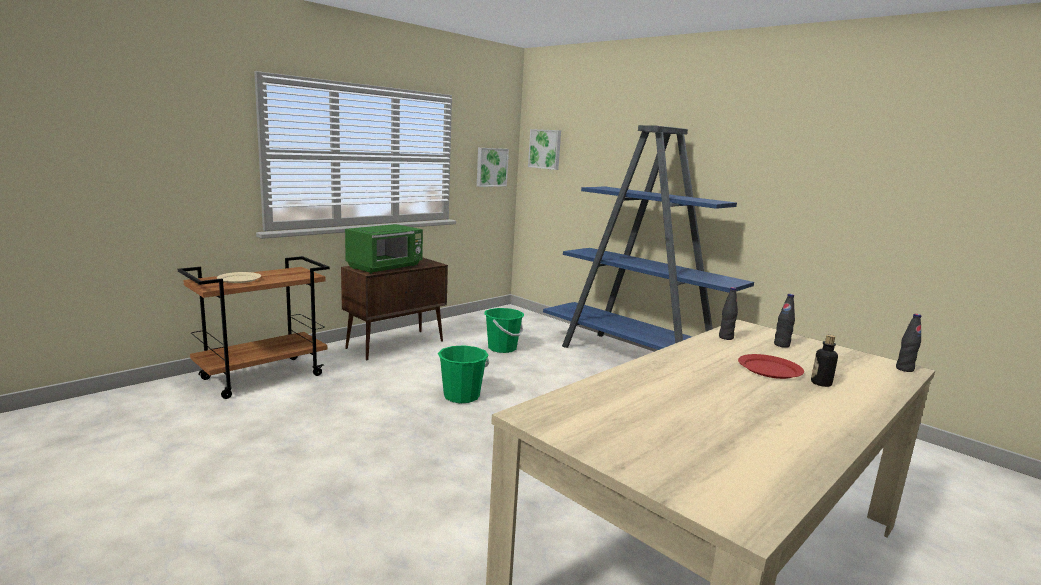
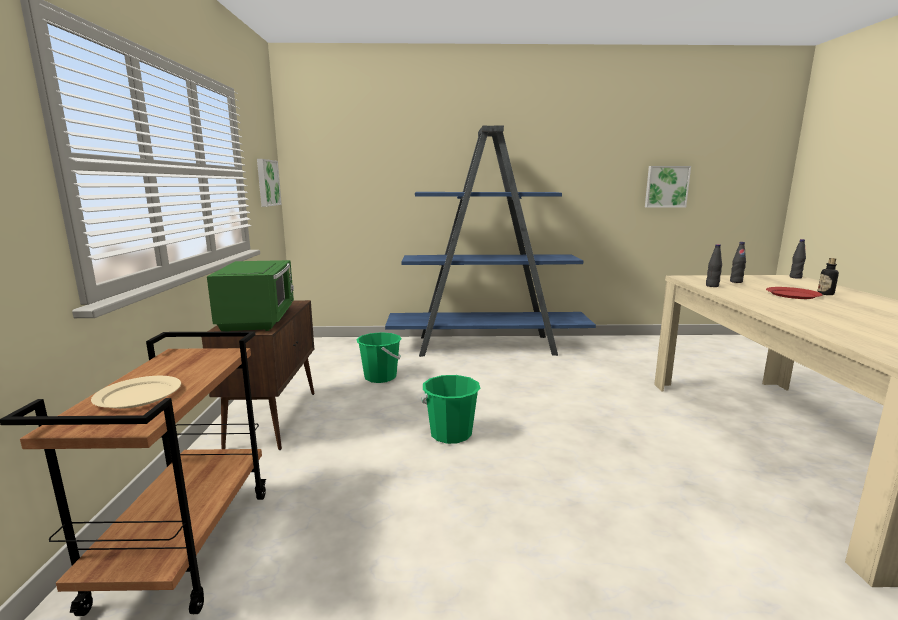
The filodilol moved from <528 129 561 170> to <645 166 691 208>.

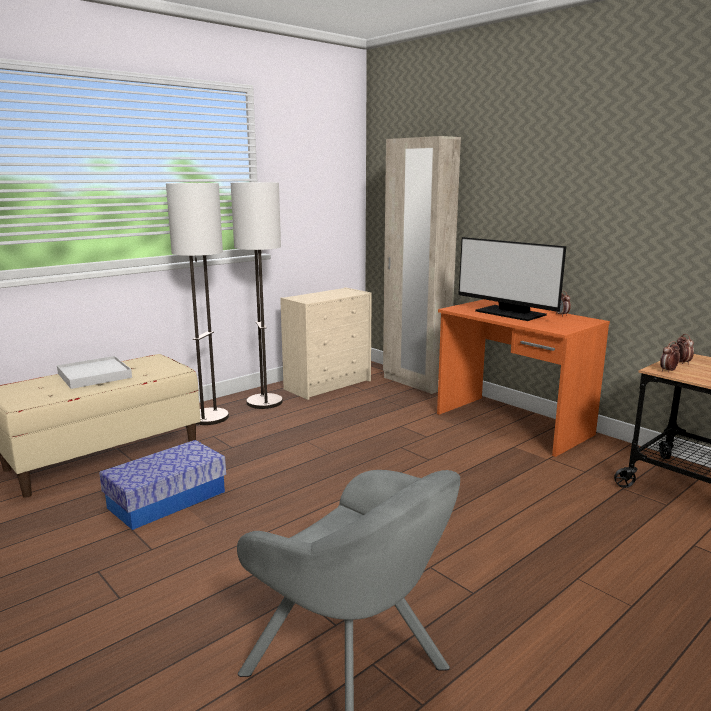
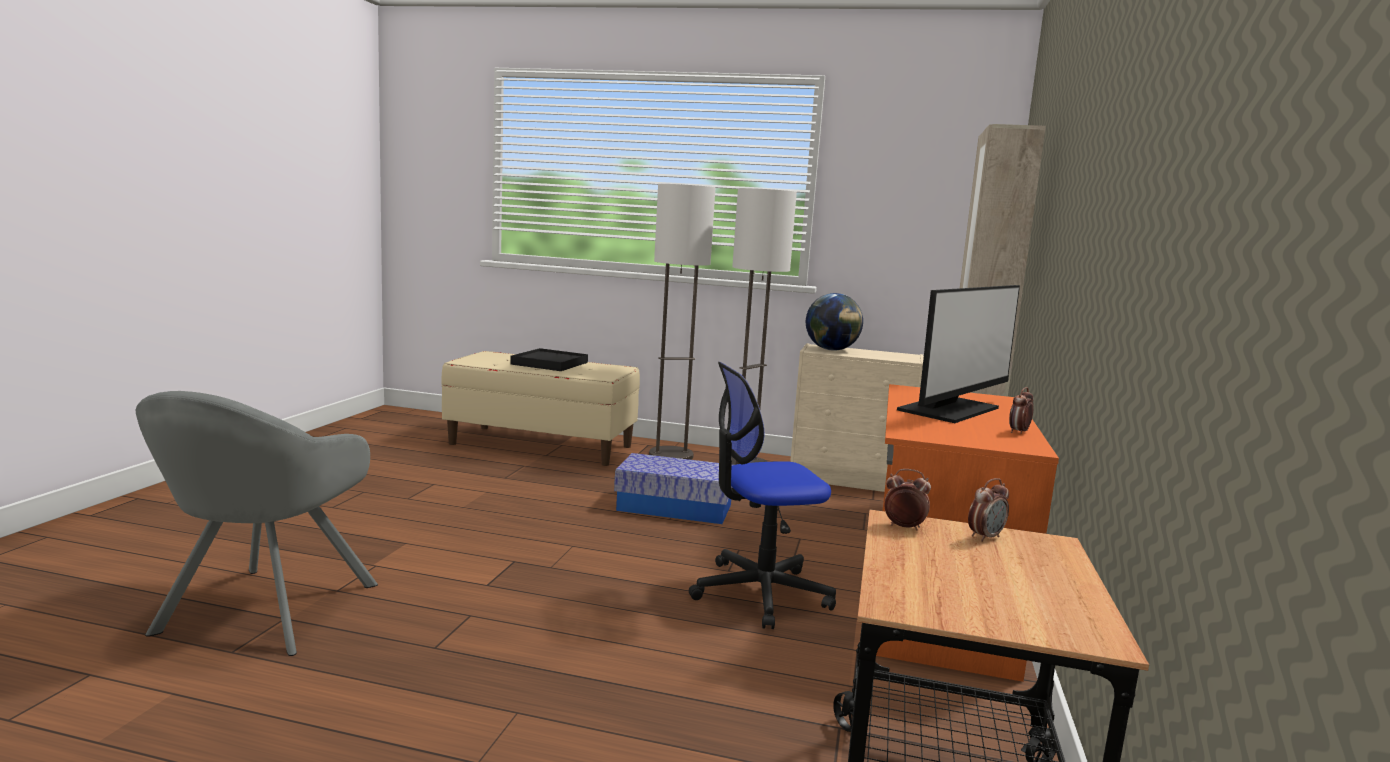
The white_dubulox at <57 356 132 389> became the black_dubulox at <510 348 588 371>.
The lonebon moved from <99 440 226 530> to <614 453 733 524>.
The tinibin at <688 362 836 629> appeared.
The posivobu at <806 293 863 351> appeared.
The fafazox at <458 237 566 321> turned 150 degrees counterclockwise.

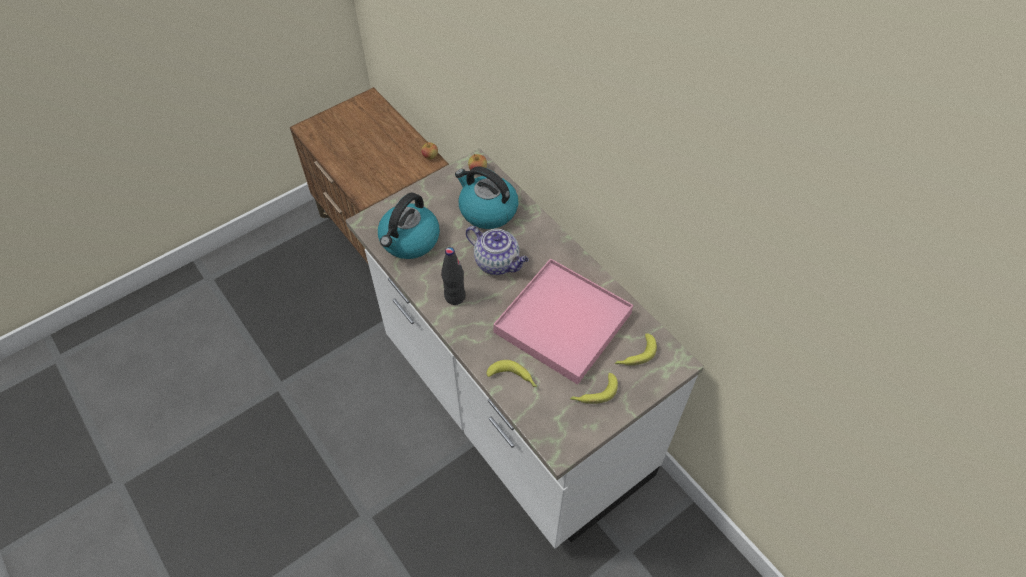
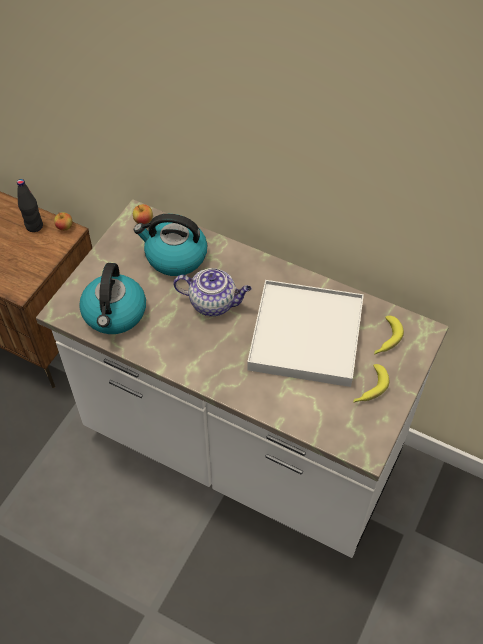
The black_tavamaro moved from <441 247 466 305> to <17 179 43 232>.
The pink_dubulox at <493 258 633 385> became the white_dubulox at <247 280 364 387>.
The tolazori at <487 360 537 387> disappeared.

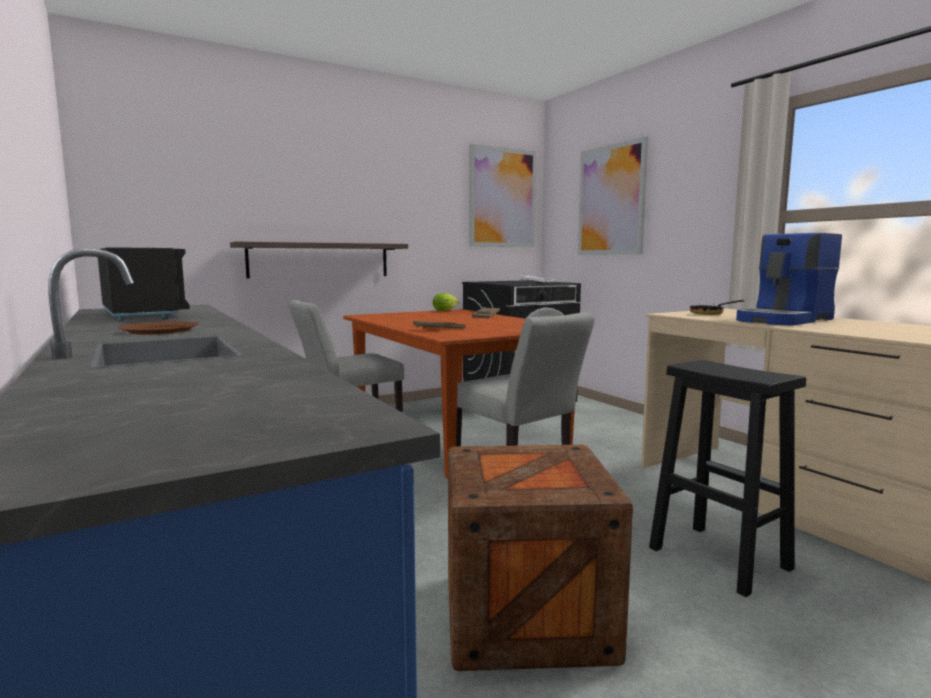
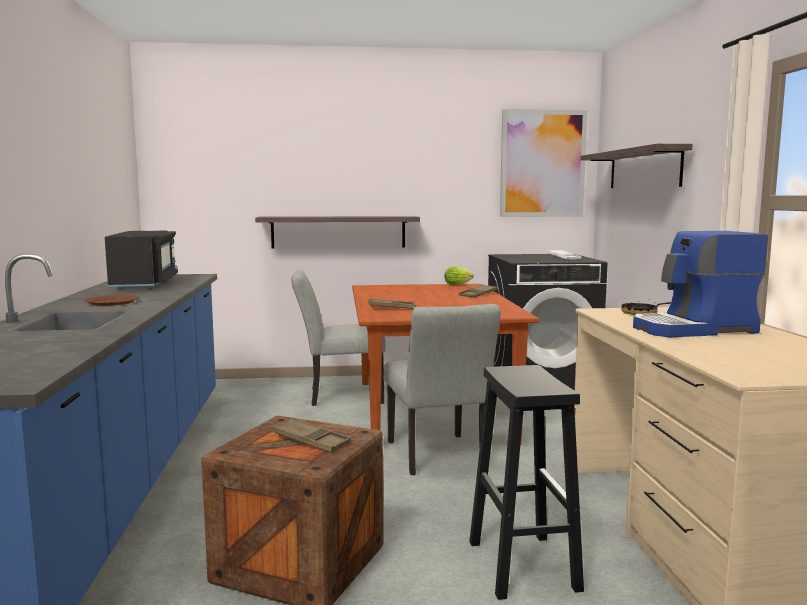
The brown_dubulox at <273 418 351 452> appeared.
The filodilol at <578 137 648 255> was replaced by the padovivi at <581 144 693 188>.

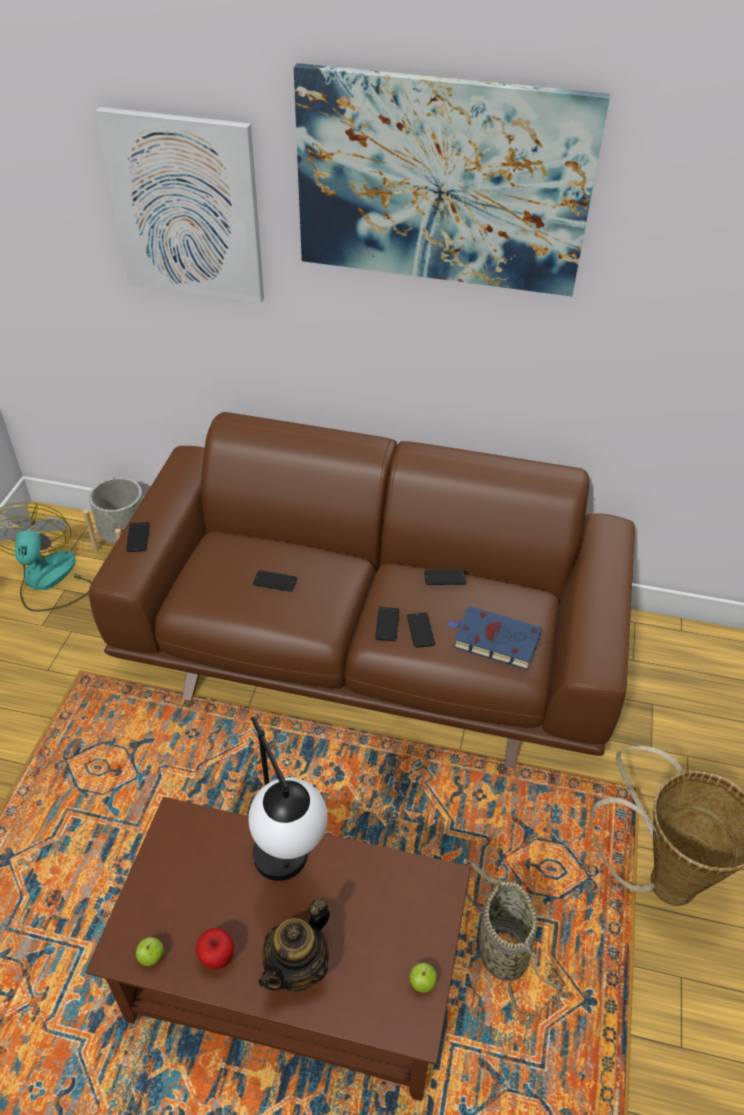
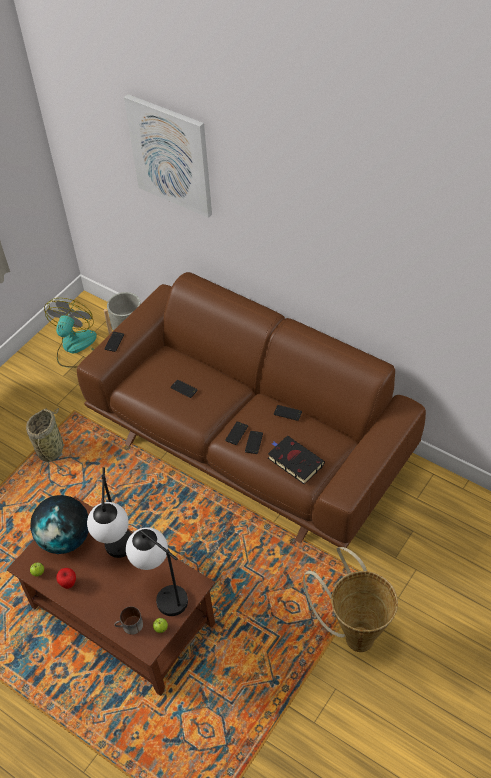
The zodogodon moved from <465 860 565 1017> to <26 408 64 476>.
The posivobu at <30 495 89 554> appeared.
The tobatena at <114 606 143 635> appeared.
The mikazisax at <126 527 188 616> appeared.
The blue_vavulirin at <447 606 541 670> became the black_vavulirin at <268 436 325 484>.
The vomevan at <258 898 330 993> disappeared.
The filodilol at <294 63 610 297> disappeared.

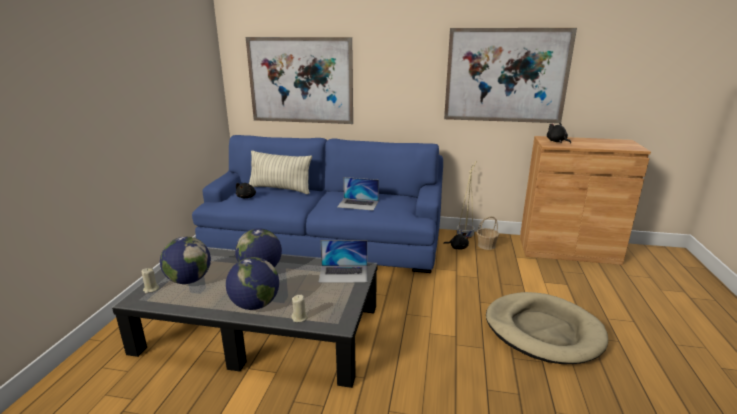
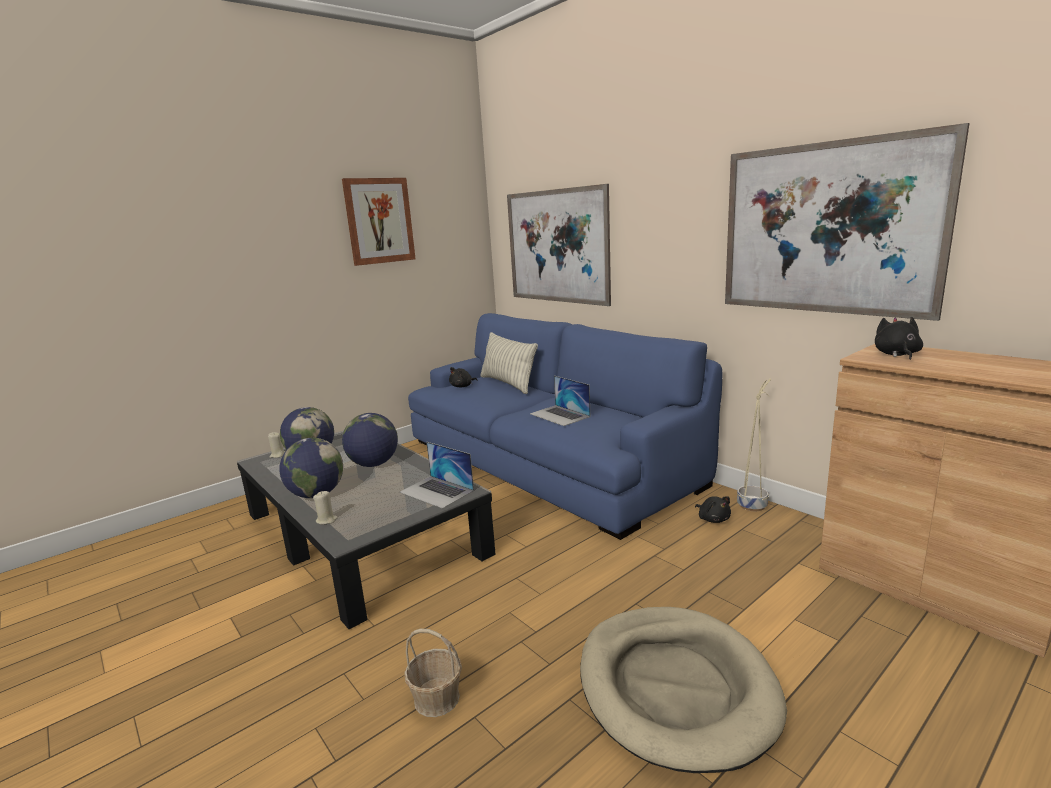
The filodilol at <342 178 416 266> appeared.
The zodogodon moved from <477 216 499 250> to <404 629 462 717>.

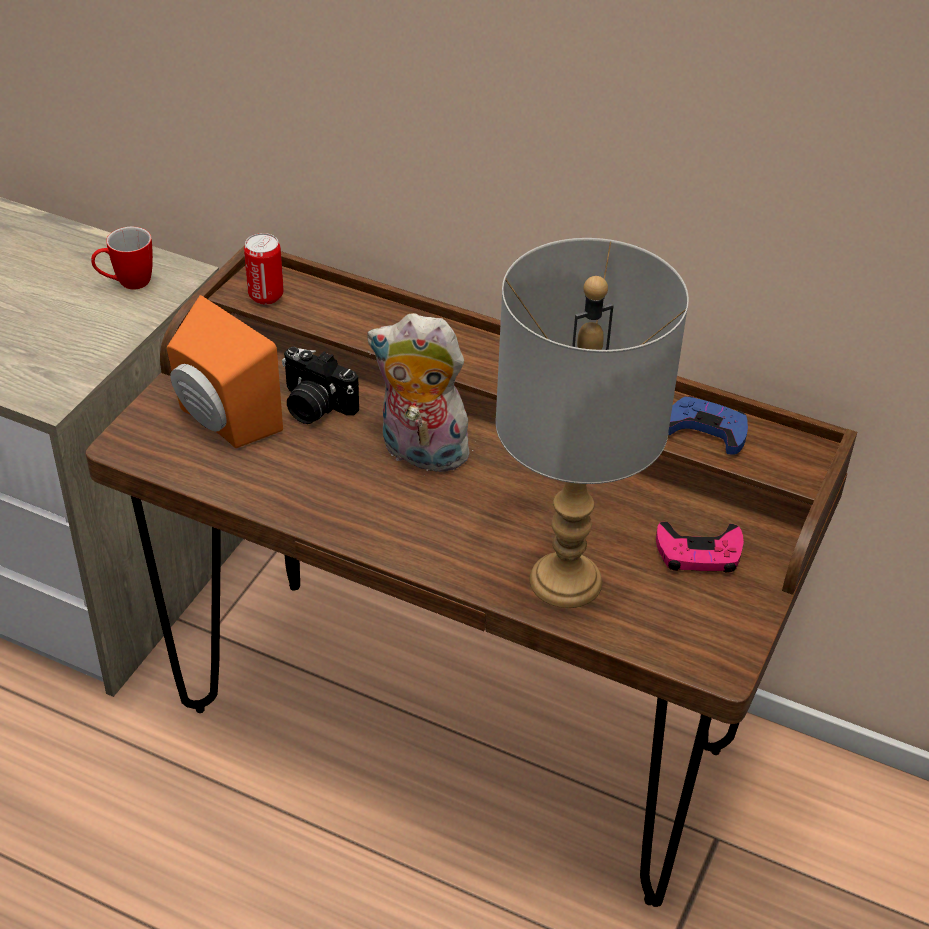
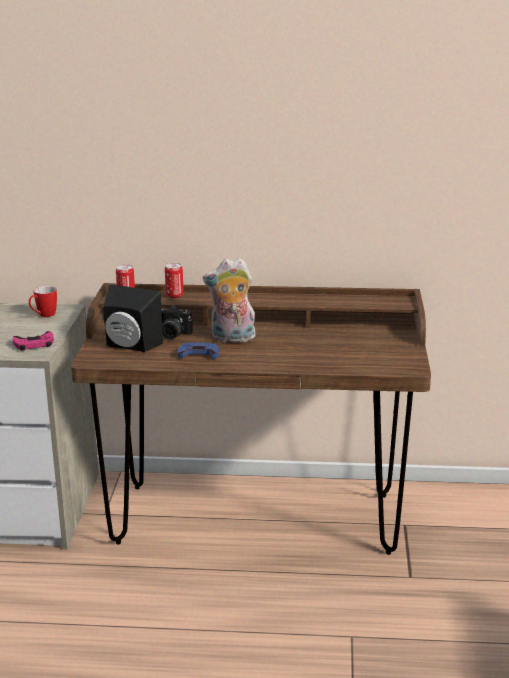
The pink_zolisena moved from <656 522 744 573> to <13 331 54 351>.
The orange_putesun at <167 295 283 448> became the black_putesun at <103 285 163 352>.
The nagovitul at <165 263 184 298> appeared.
The blue_zolisena moved from <668 396 748 455> to <178 343 219 359>.
The grey_mikazisax at <496 238 689 608> disappeared.

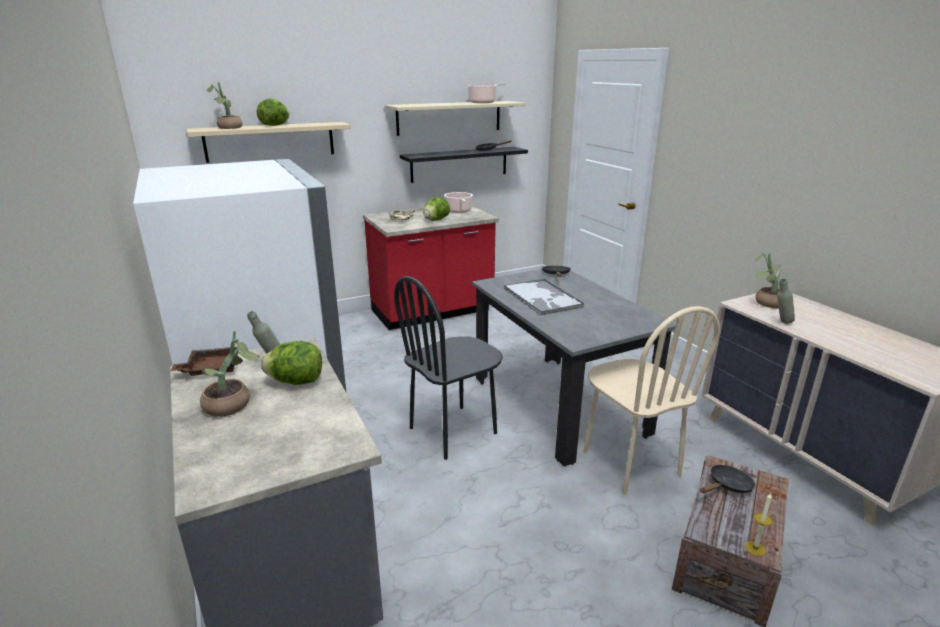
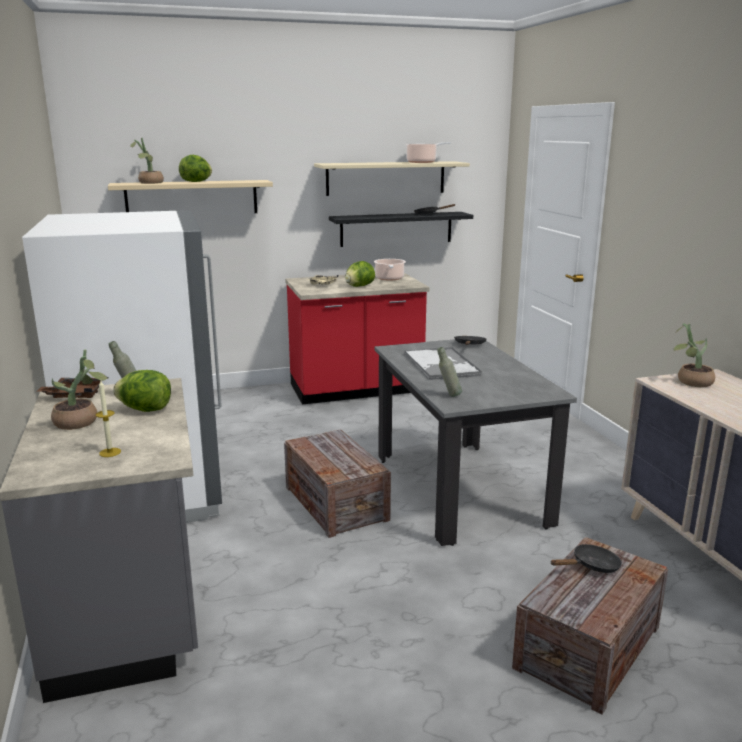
The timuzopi moved from <745 493 773 556> to <96 379 121 457>.
The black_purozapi at <394 276 503 460> was replaced by the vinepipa at <284 429 391 538>.
The grey_tavamaro moved from <777 279 795 324> to <437 347 462 397>.
The beige_purozapi at <583 306 720 495> disappeared.

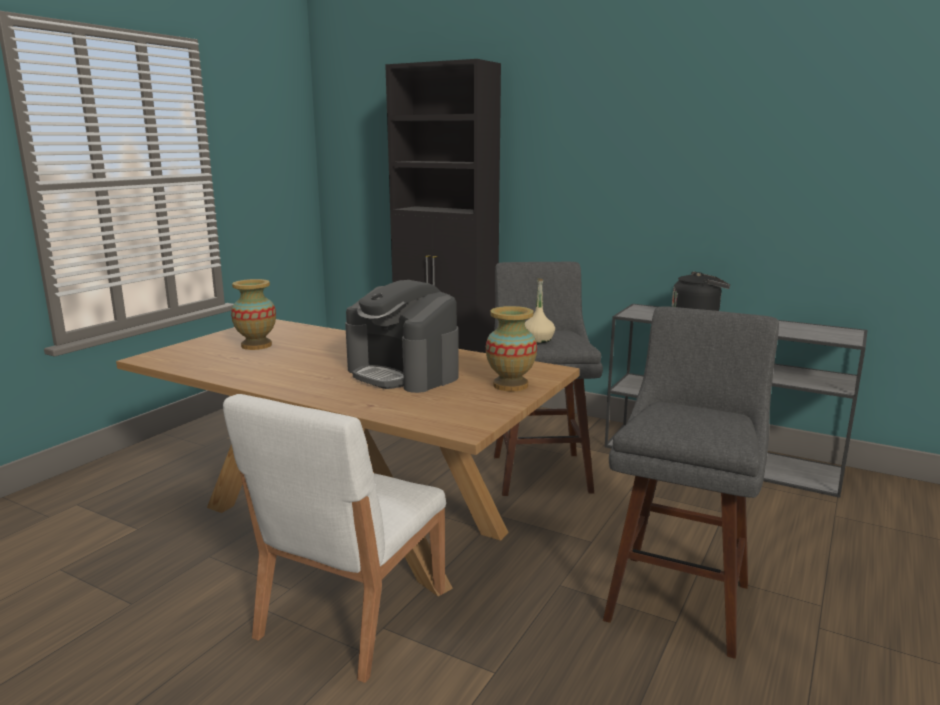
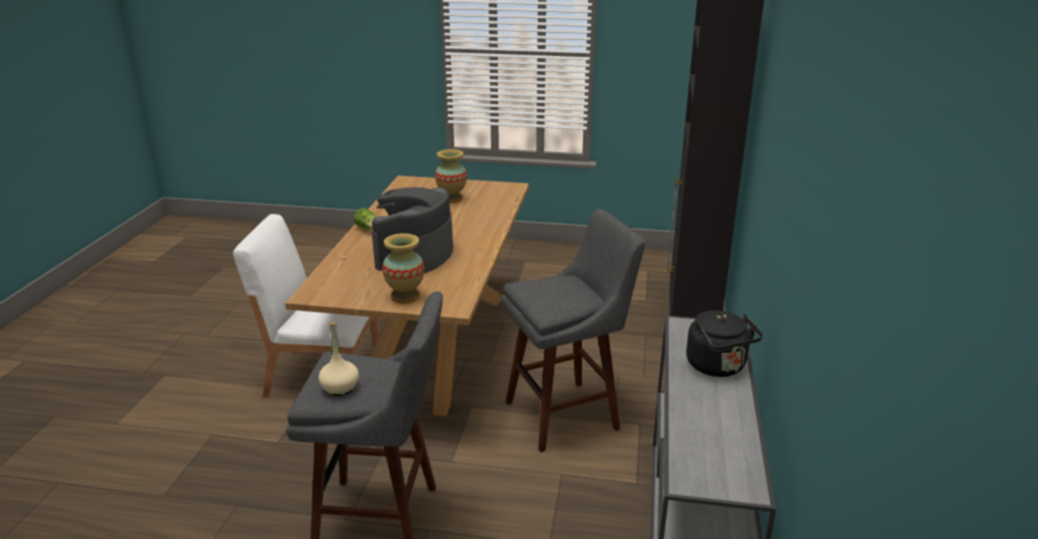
The beige_tavamaro moved from <525 278 555 343> to <318 321 359 396>.
The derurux at <354 208 378 231> appeared.

